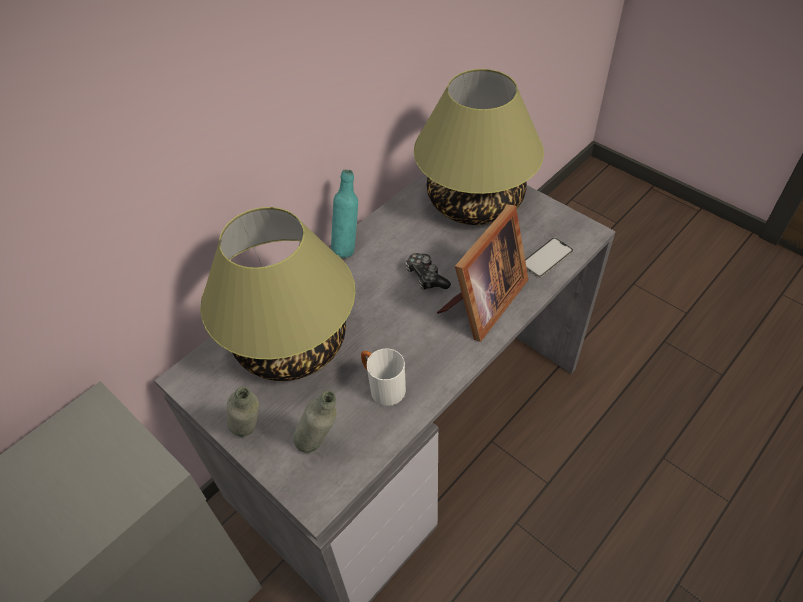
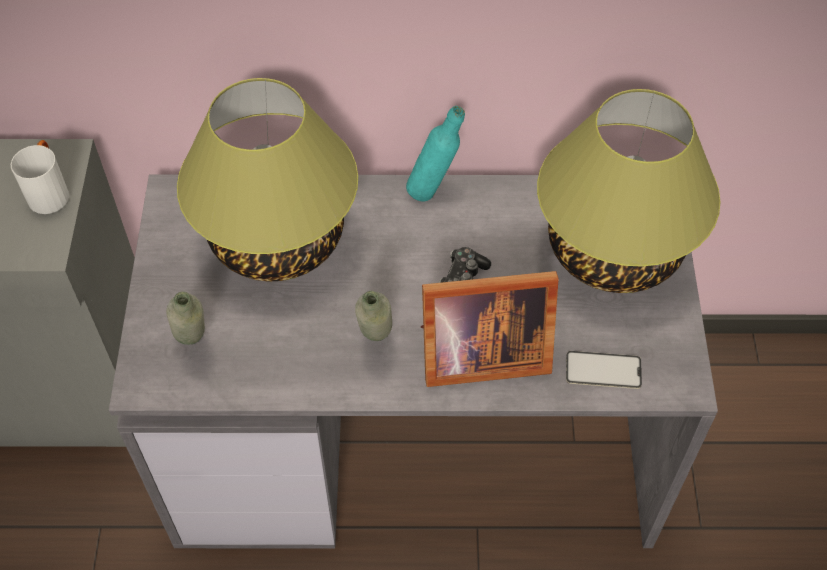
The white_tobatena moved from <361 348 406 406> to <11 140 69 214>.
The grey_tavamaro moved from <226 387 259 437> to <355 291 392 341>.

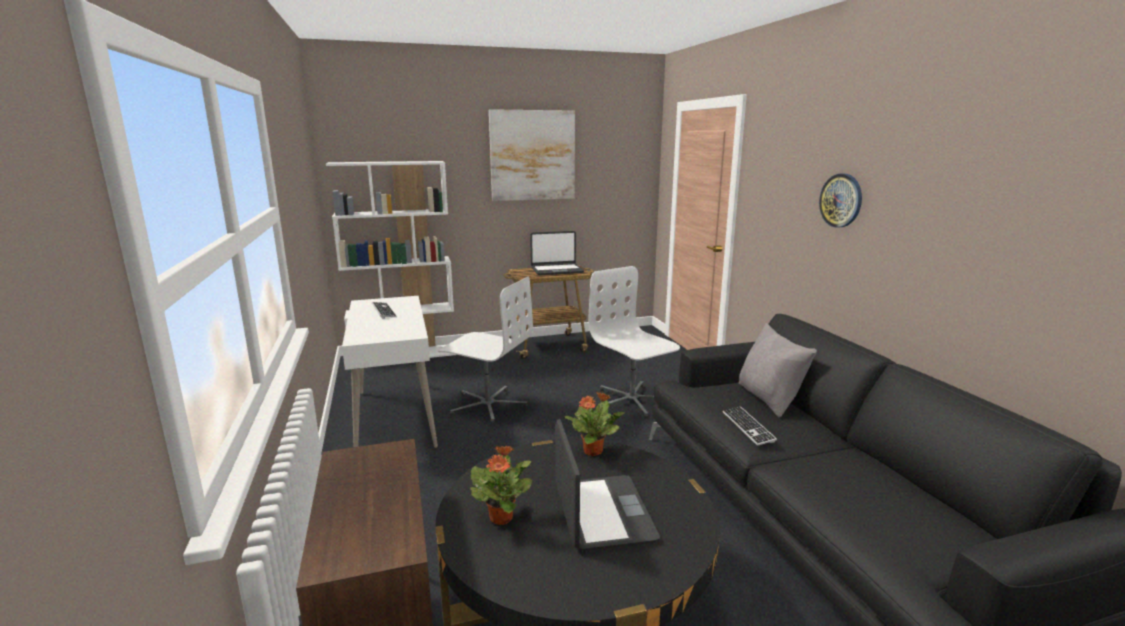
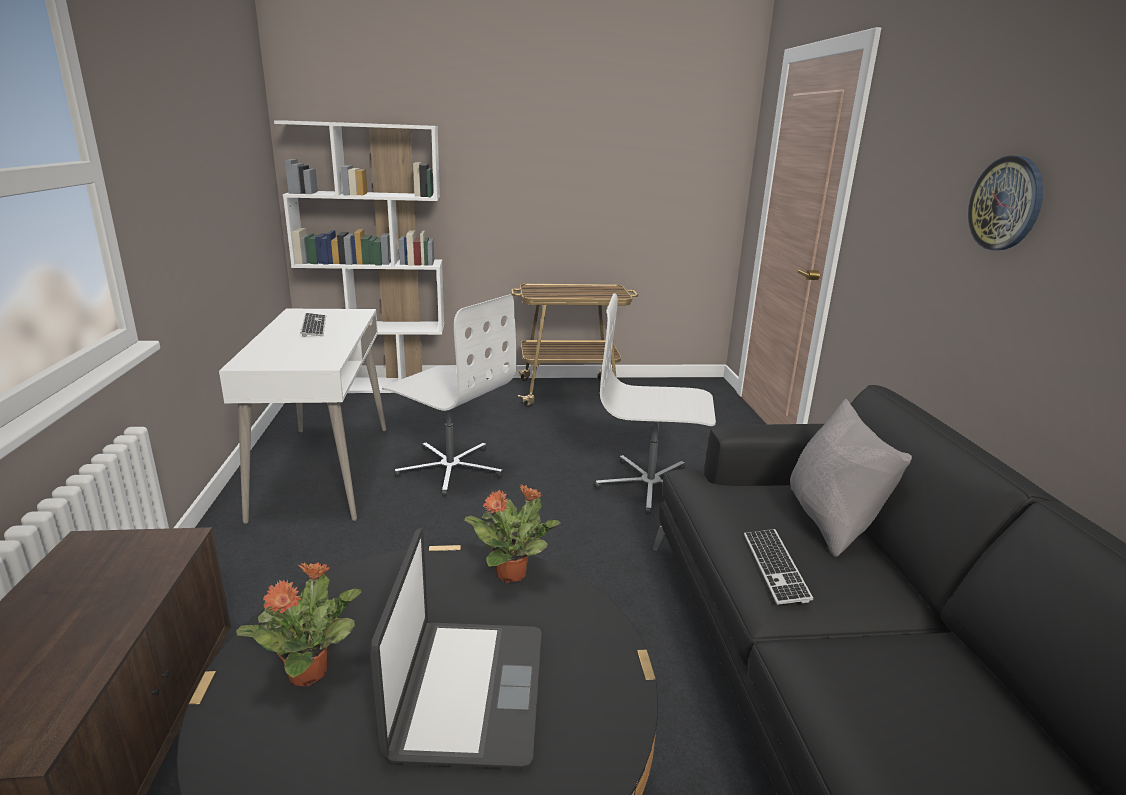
The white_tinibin at <588 266 680 419> turned 60 degrees counterclockwise.
The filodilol at <489 109 575 201> disappeared.
The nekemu at <530 231 584 275> disappeared.

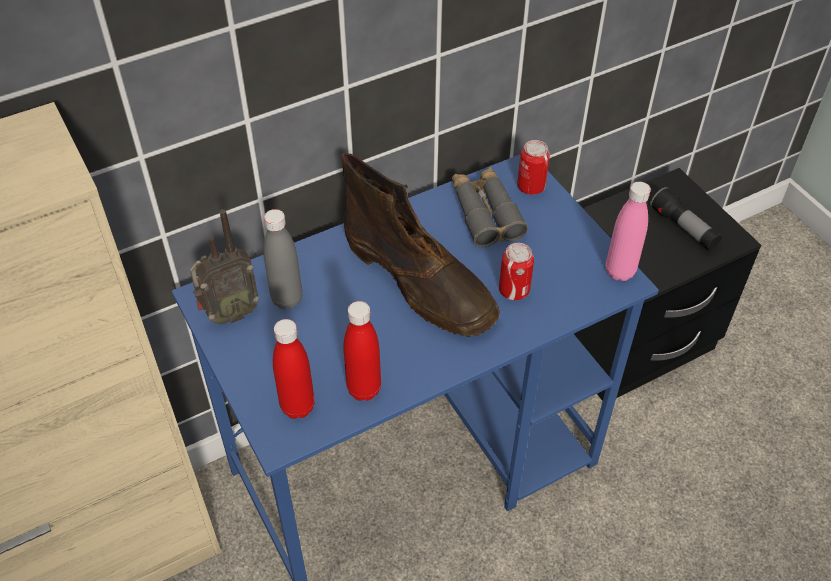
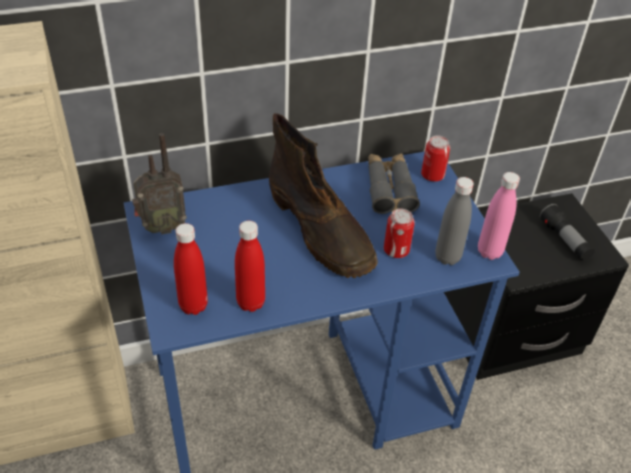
The grey_tavamaro moved from <264 209 302 309> to <435 177 474 265>.

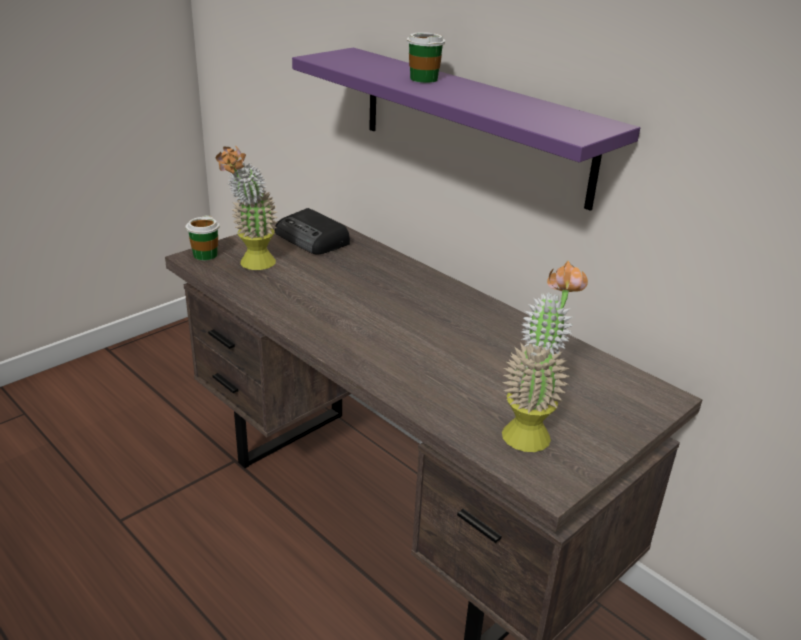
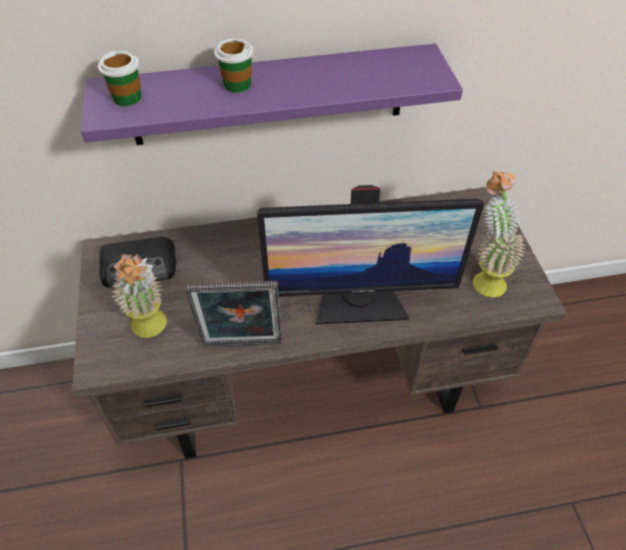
The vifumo moved from <186 215 220 260> to <98 50 142 106>.
The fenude at <186 281 282 347> appeared.
The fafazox at <257 185 484 324> appeared.

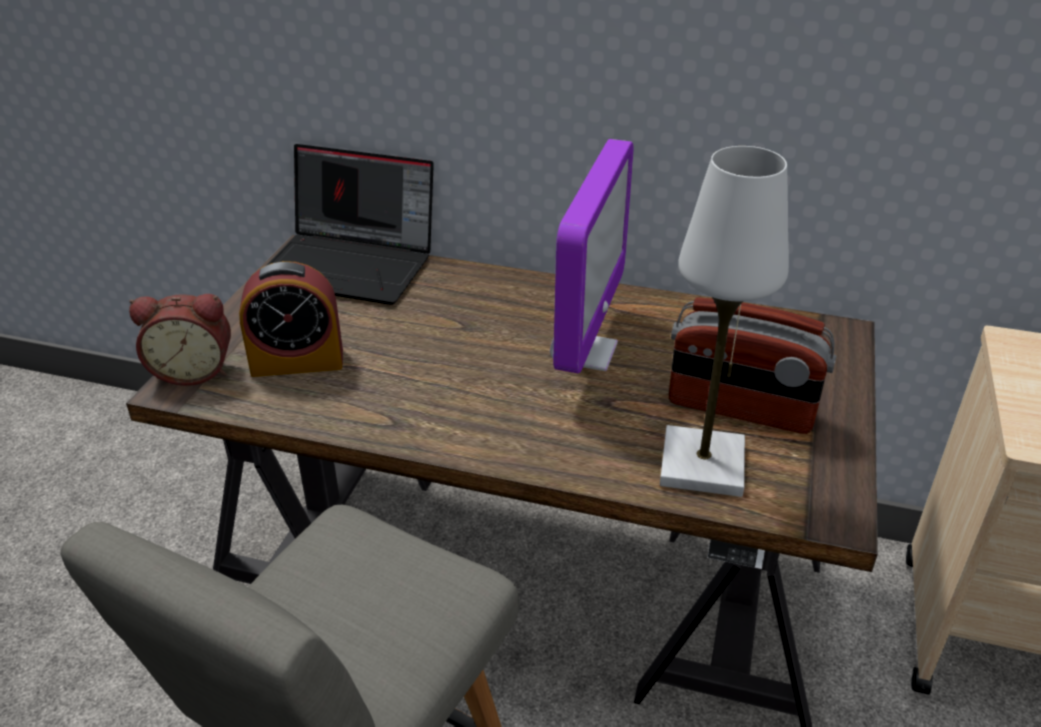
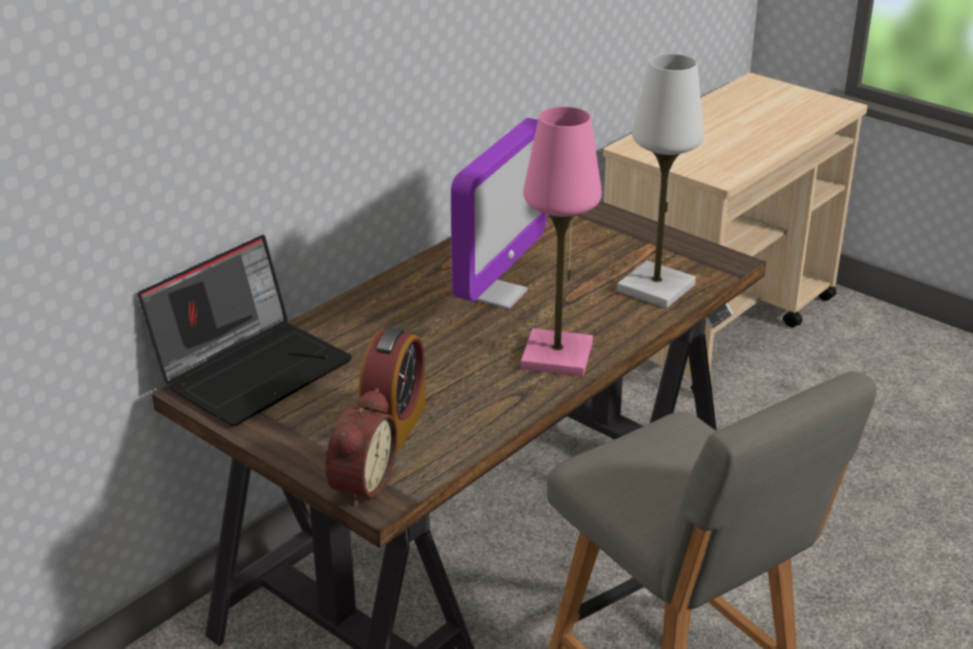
The fafazox at <550 139 634 373> turned 75 degrees clockwise.
The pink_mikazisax at <521 106 602 377> appeared.
The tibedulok at <669 297 836 434> disappeared.

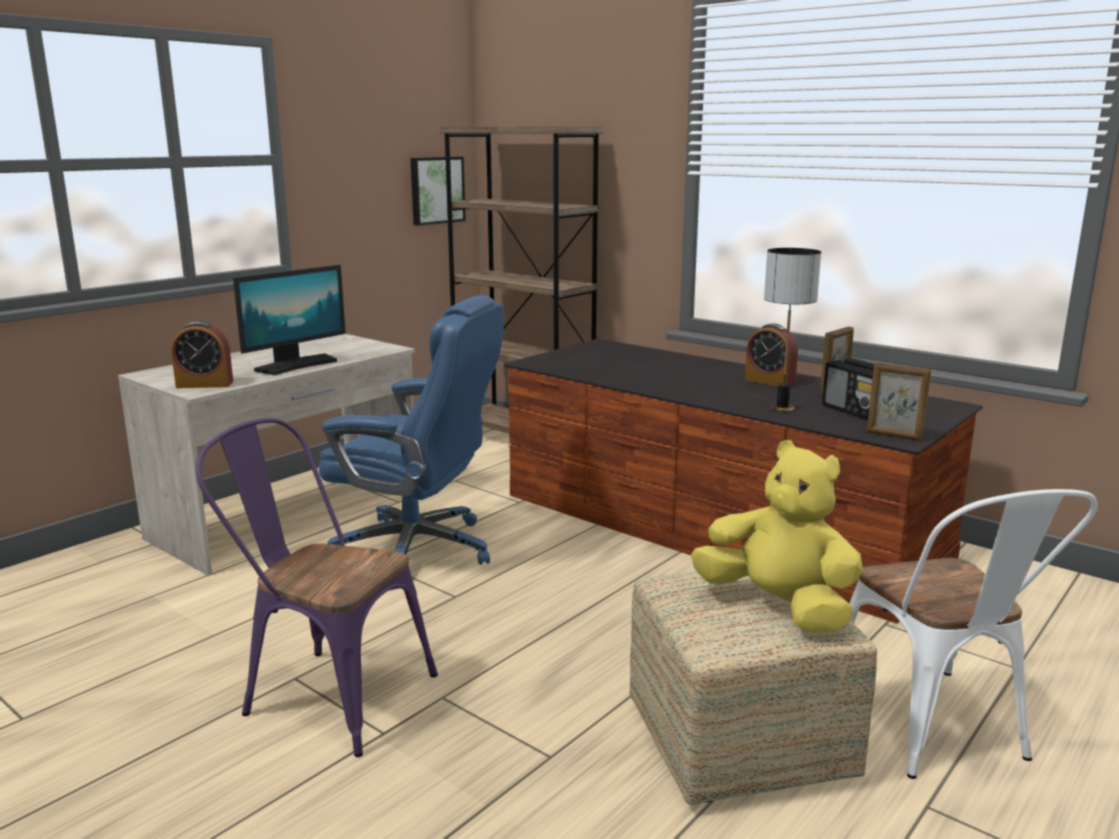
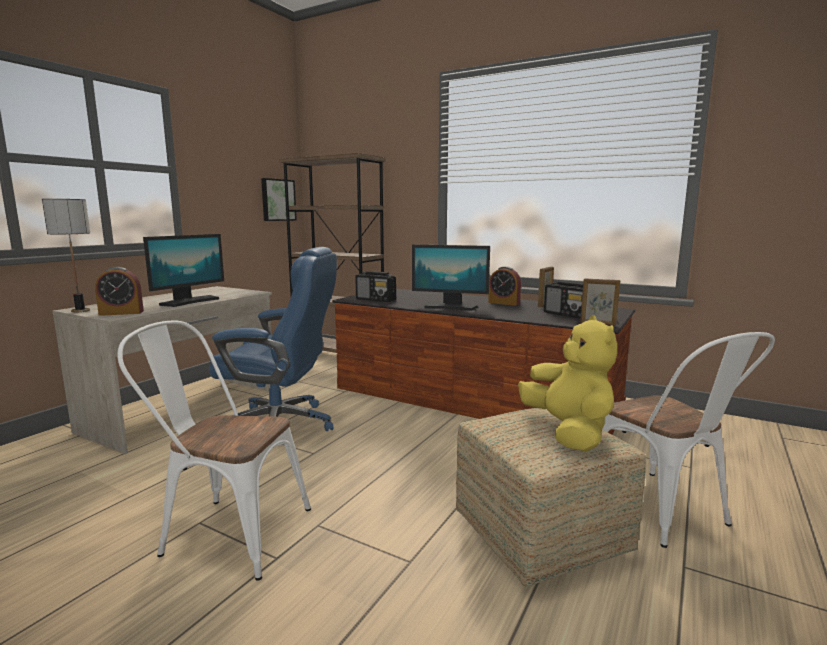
The mikazisax moved from <764 248 821 412> to <42 199 90 312>.
The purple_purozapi at <196 418 438 757> became the white_purozapi at <117 320 311 581>.
The tibedulok at <355 271 396 302> appeared.
The fafazox at <412 244 490 311> appeared.
The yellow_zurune at <691 440 863 633> turned 45 degrees clockwise.

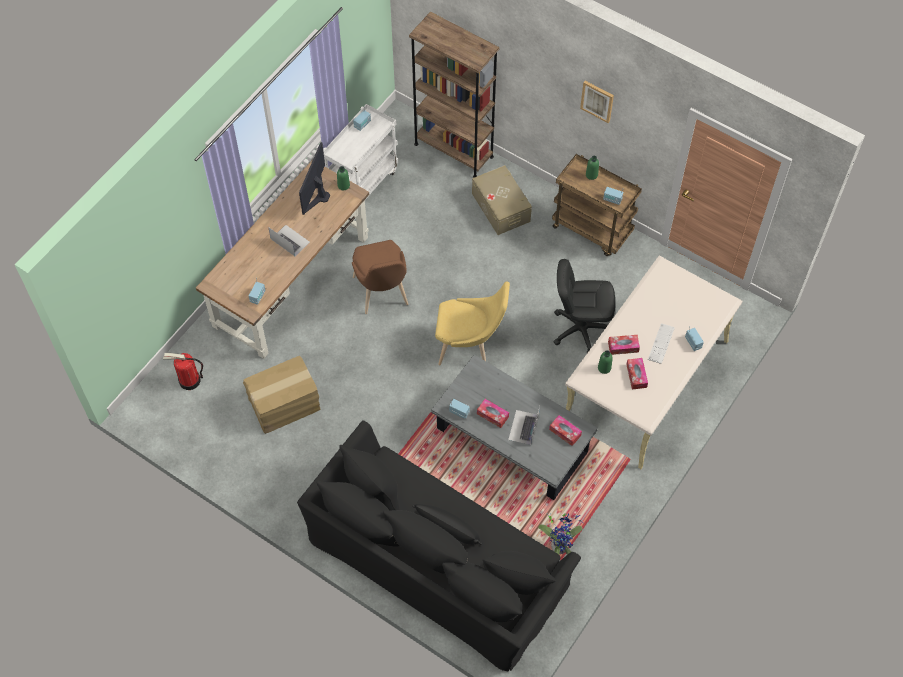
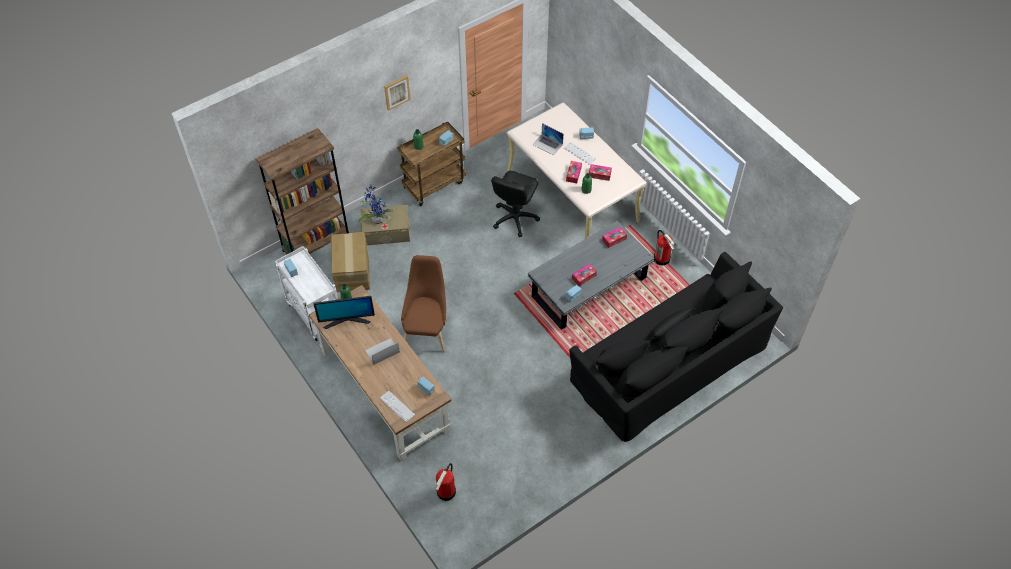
The fafazox at <299 142 330 215> turned 45 degrees counterclockwise.
The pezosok moved from <243 356 321 434> to <331 232 370 292>.
The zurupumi moved from <538 512 583 555> to <359 185 394 224>.
The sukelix at <380 391 415 422> appeared.
The brown_purozapi at <352 240 408 314> turned 90 degrees counterclockwise.
The nekemu moved from <508 406 540 445> to <532 123 563 155>.
The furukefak at <654 230 674 265> appeared.
The yellow_purozapi at <435 282 510 365> disappeared.

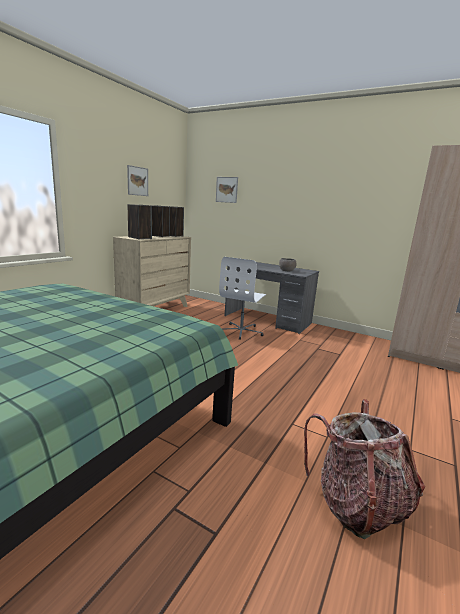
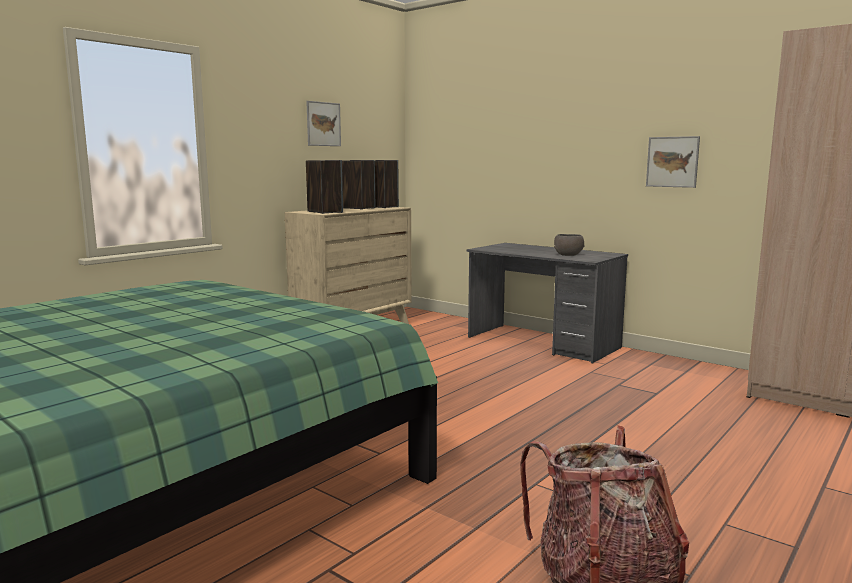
The filodilol moved from <216 177 238 203> to <646 136 700 188>.
The white_tinibin at <219 257 267 340> disappeared.

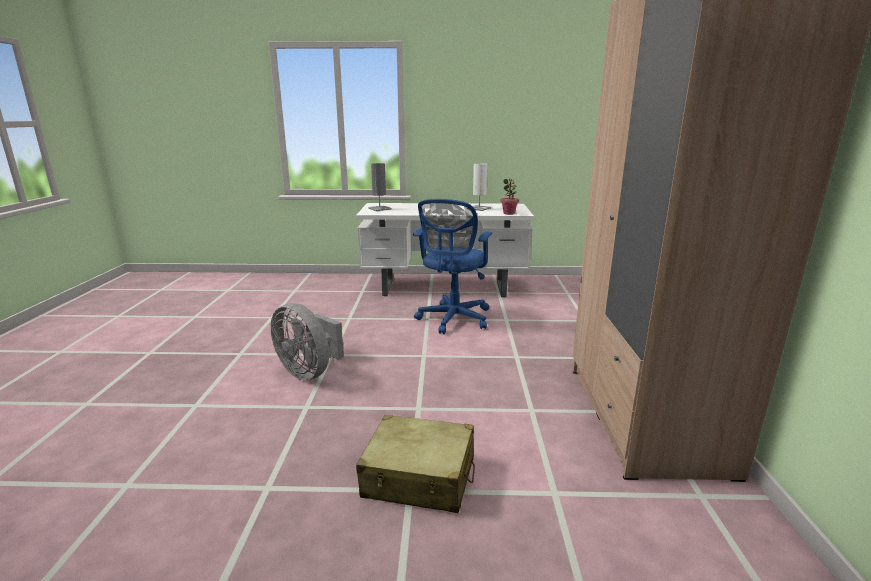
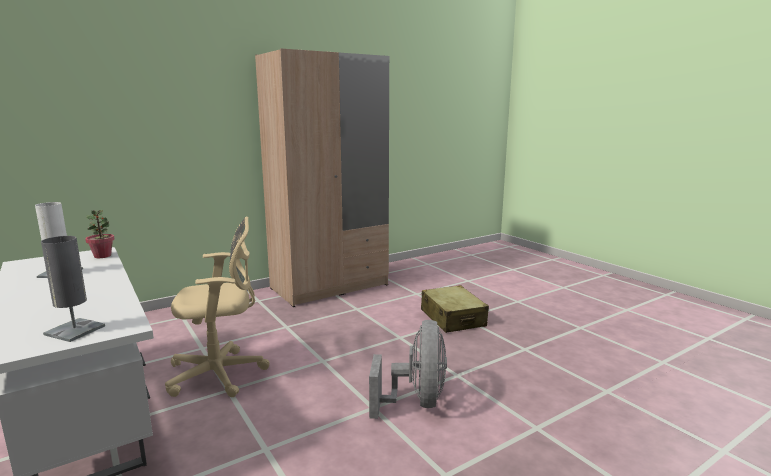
The blue_tinibin at <413 199 492 334> became the beige_tinibin at <165 216 270 397>.

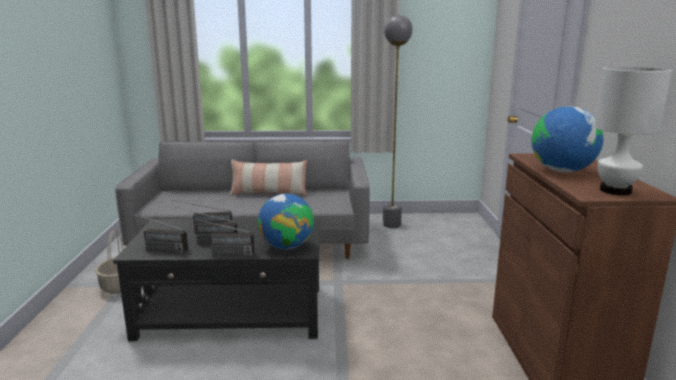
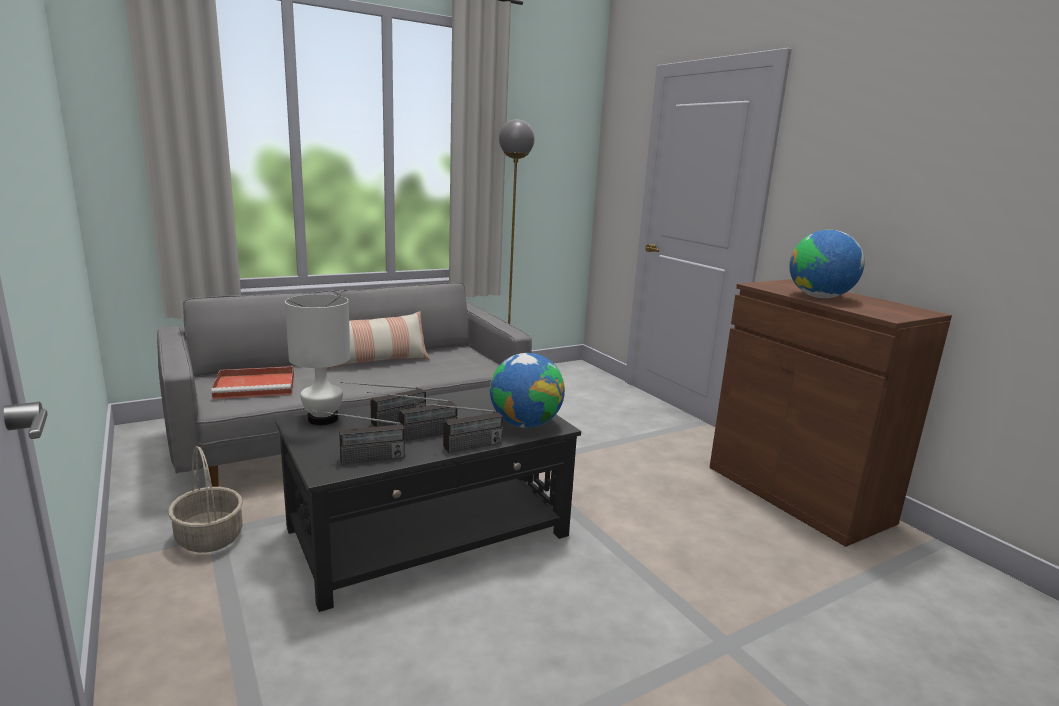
The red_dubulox at <211 366 294 399> appeared.
The white_mikazisax moved from <594 67 672 195> to <285 294 350 425>.

